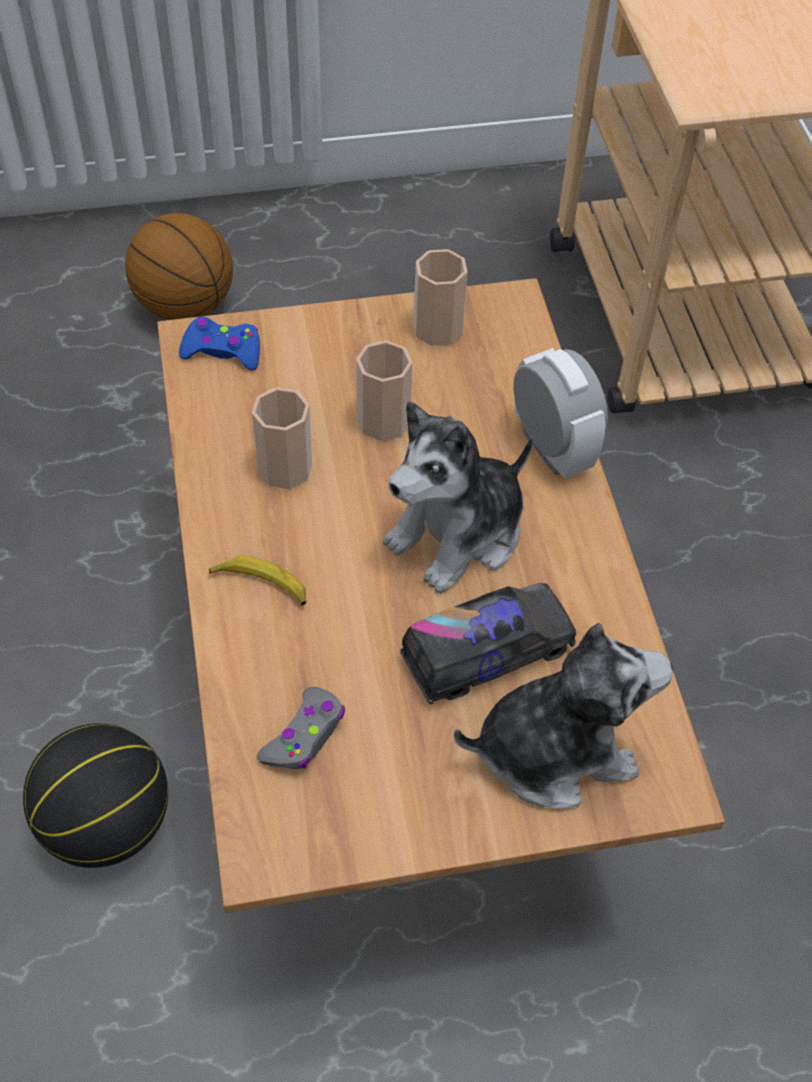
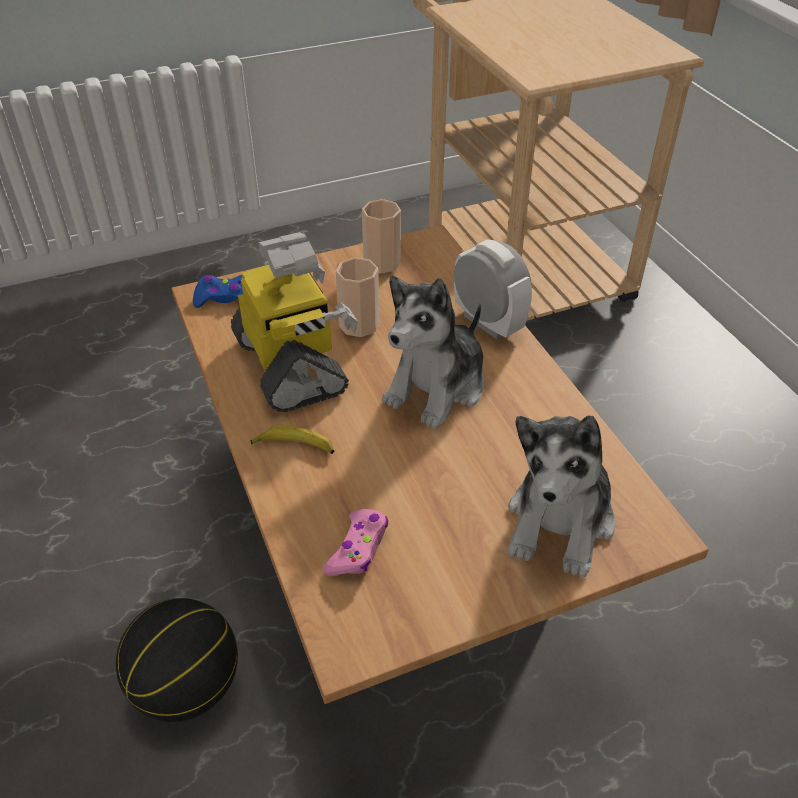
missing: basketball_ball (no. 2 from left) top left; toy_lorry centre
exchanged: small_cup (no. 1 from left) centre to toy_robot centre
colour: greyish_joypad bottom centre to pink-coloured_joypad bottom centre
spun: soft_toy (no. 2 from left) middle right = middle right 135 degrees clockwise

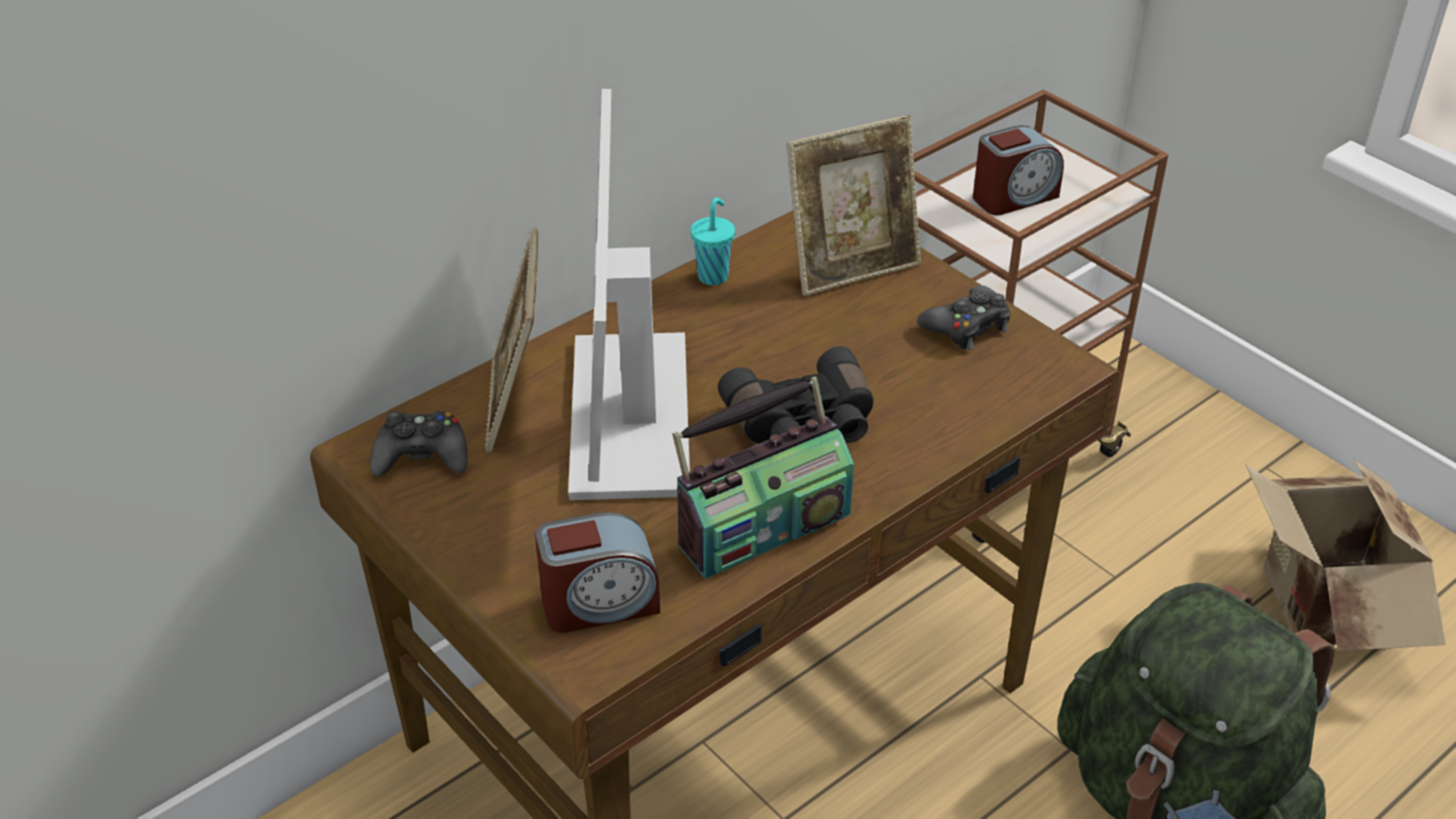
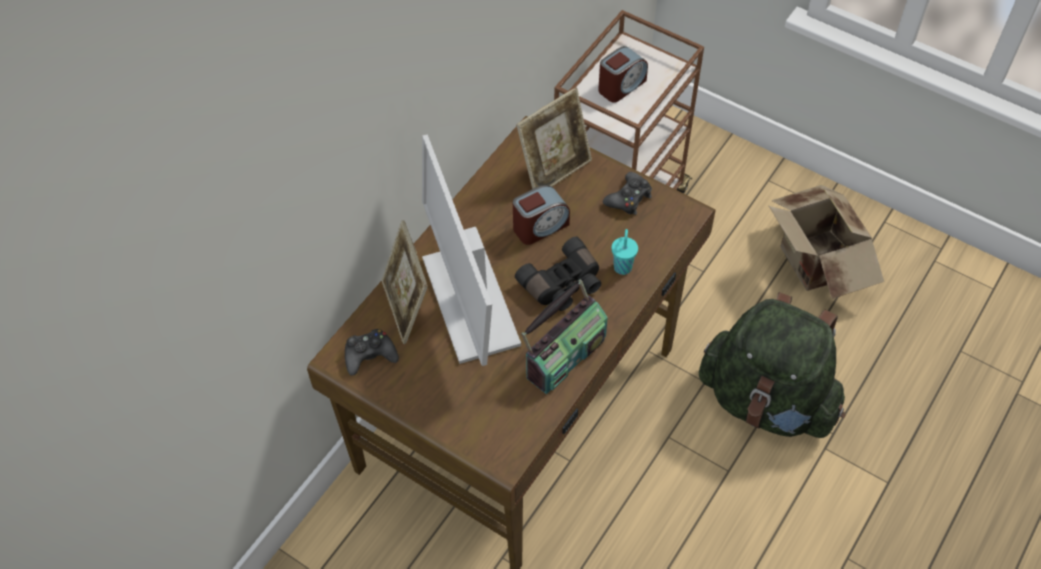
relocated: alarm_clock (no. 1 from left) bottom centre to centre; turquoise-coloured_small_cup top centre to centre

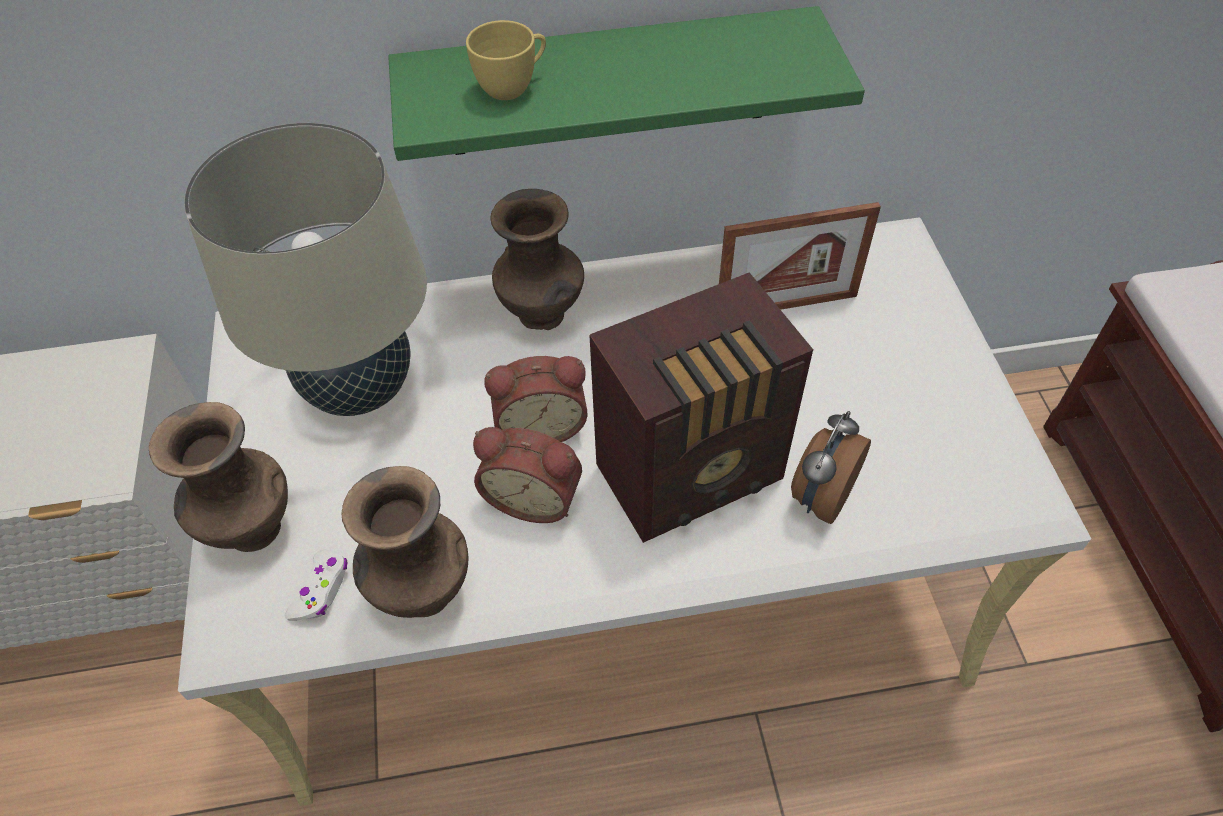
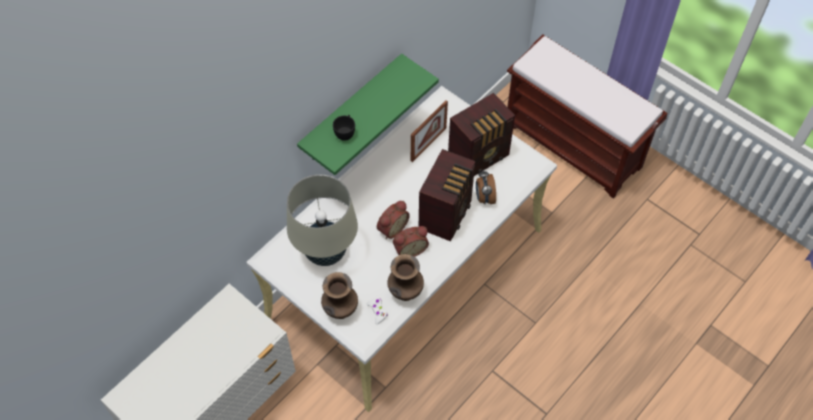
missing: brownish_flower_vase (no. 3 from left) top centre
appeared: radio_set (no. 2 from left) top centre
colour: yellow-coloured_small_cup top centre to black-coloured_small_cup top centre

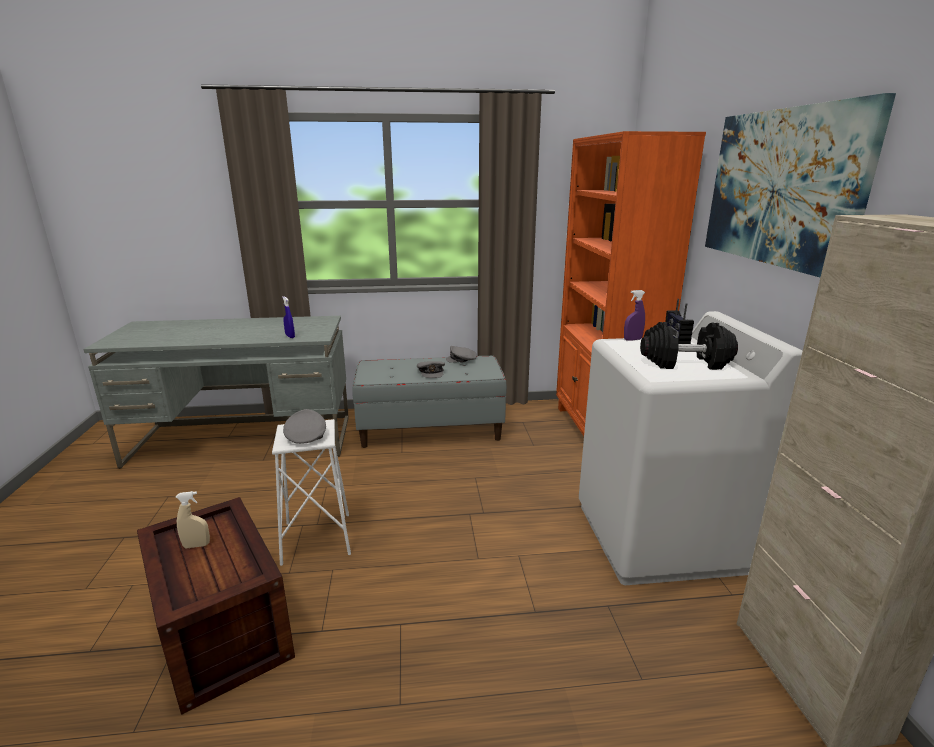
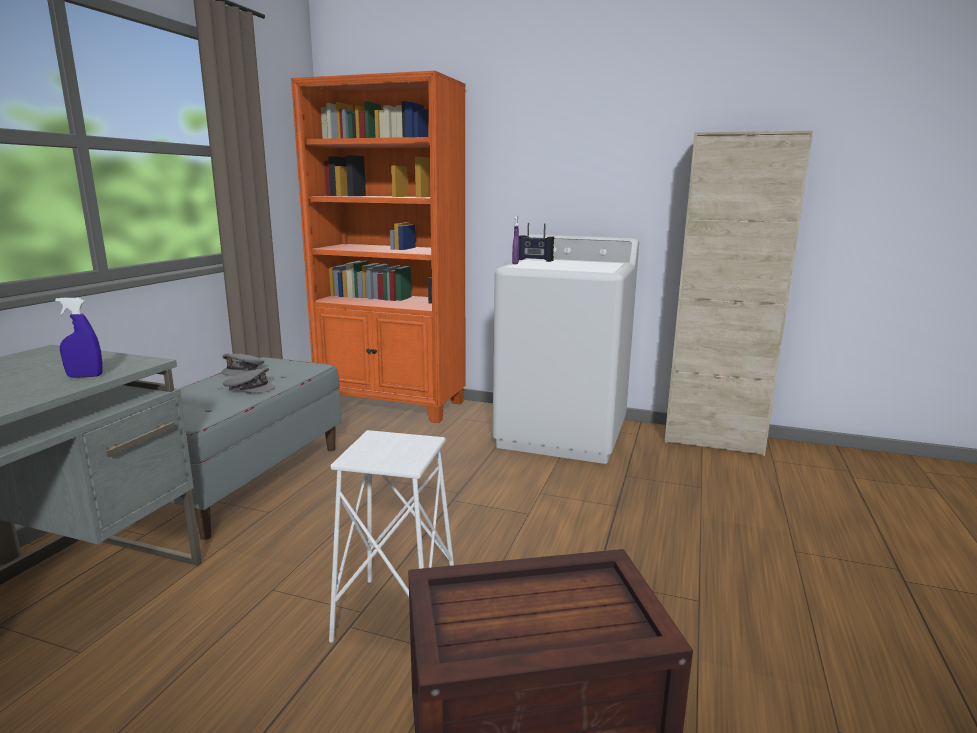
missing: sand-coloured_spray_bottle bottom left; greyish_cap (no. 1 from left) middle left; black-coloured_free_weight middle right; picture top right

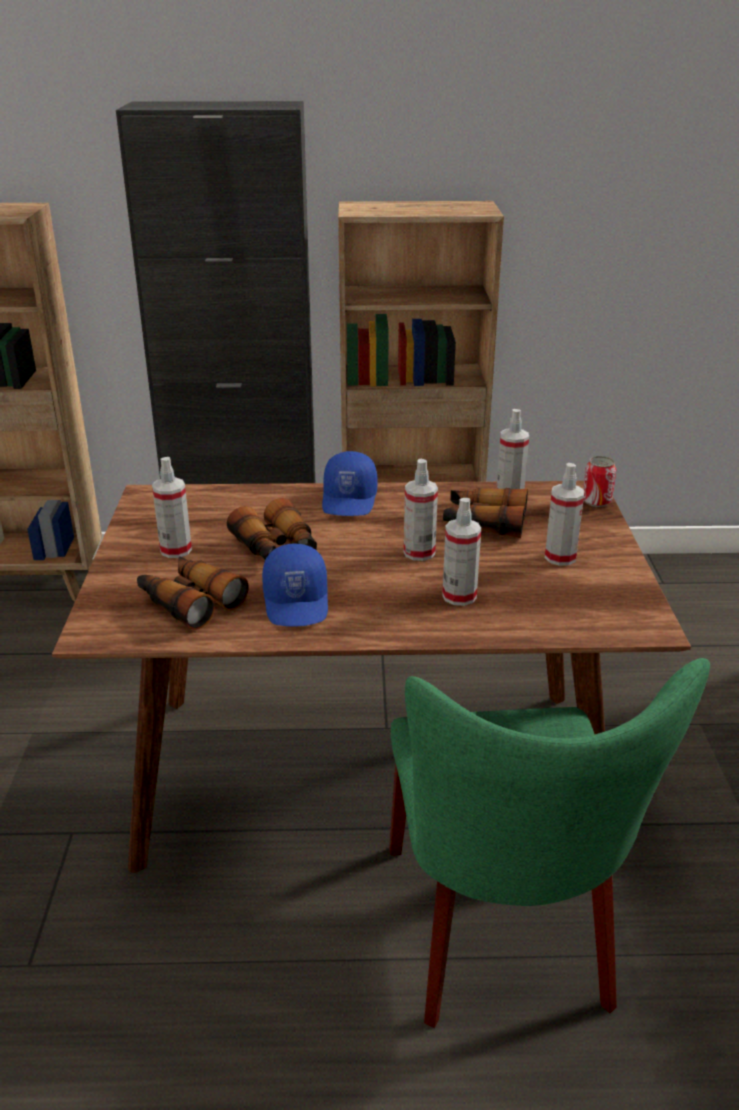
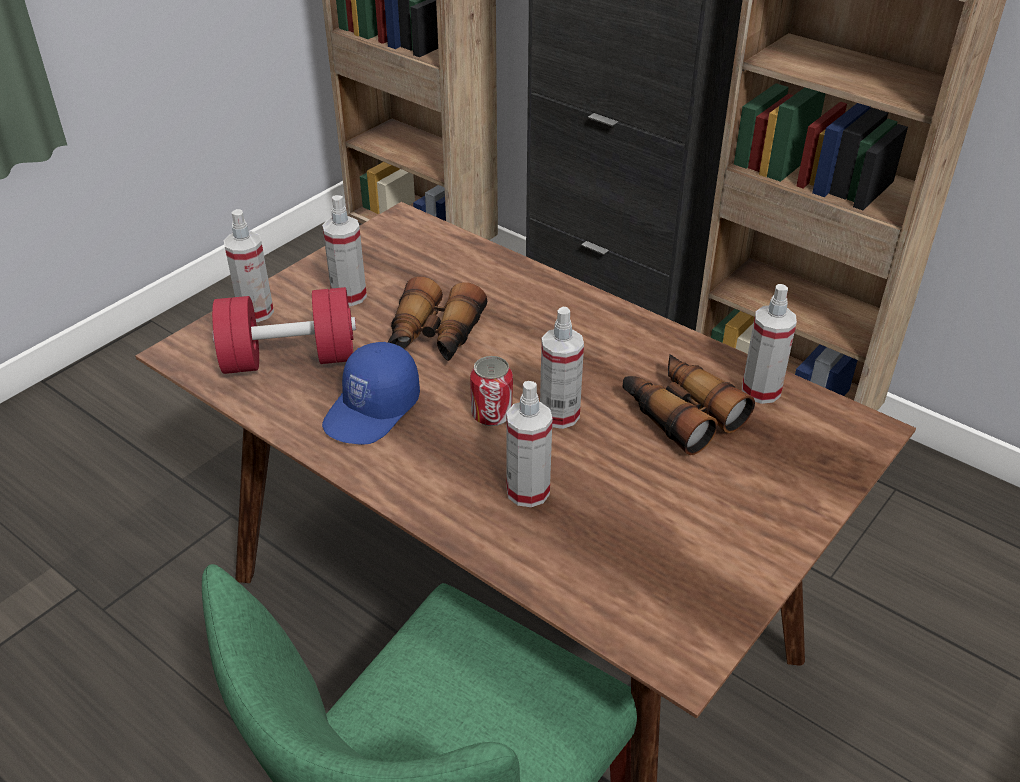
missing: bluish_cap (no. 2 from left) centre
relocated: spray_bottle (no. 5 from left in the first image) middle right to spray_bottle (no. 1 from left) middle left; metal_can middle right to centre
exchanged: field_glasses (no. 1 from left) middle left to reddish_free_weight middle left

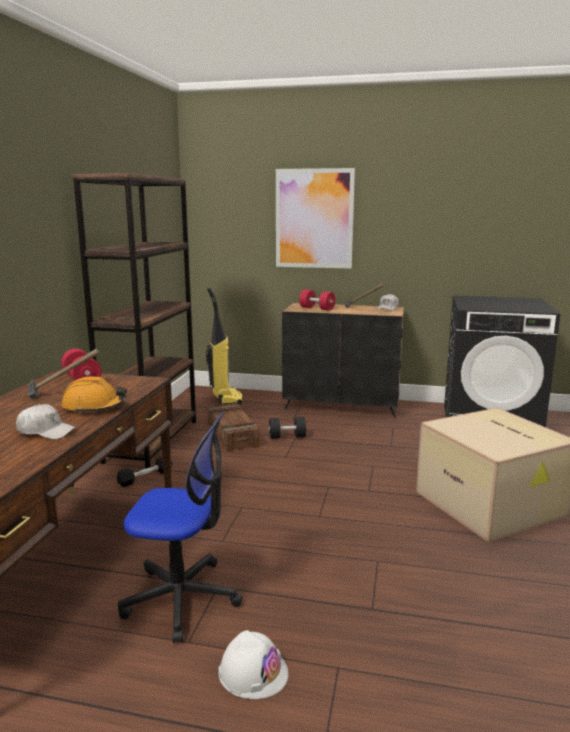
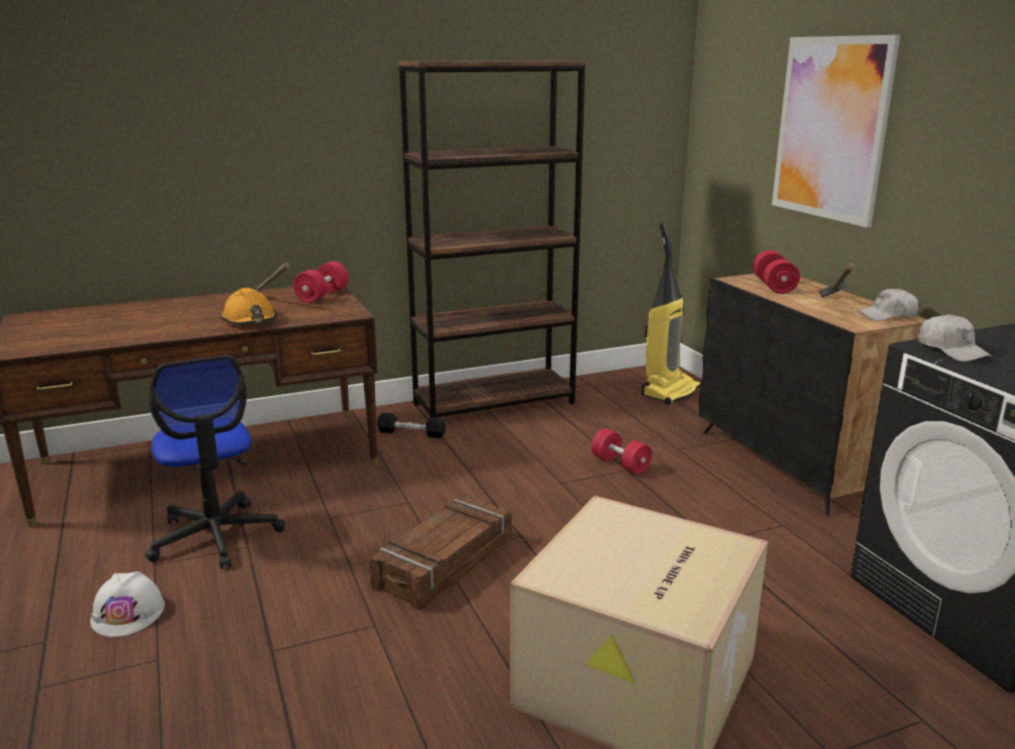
relocated: packing_crate centre to bottom centre; white_cap (no. 1 from left in the first image) middle left to white_cap (no. 2 from left) middle right
colour: black-coloured_free_weight (no. 2 from left) centre to reddish_free_weight (no. 2 from left) centre

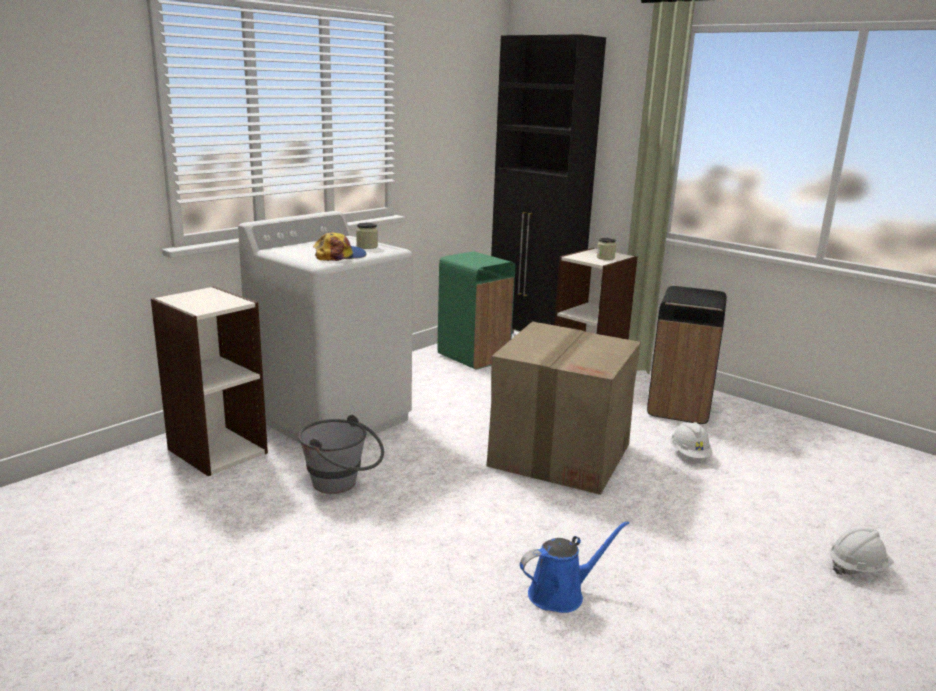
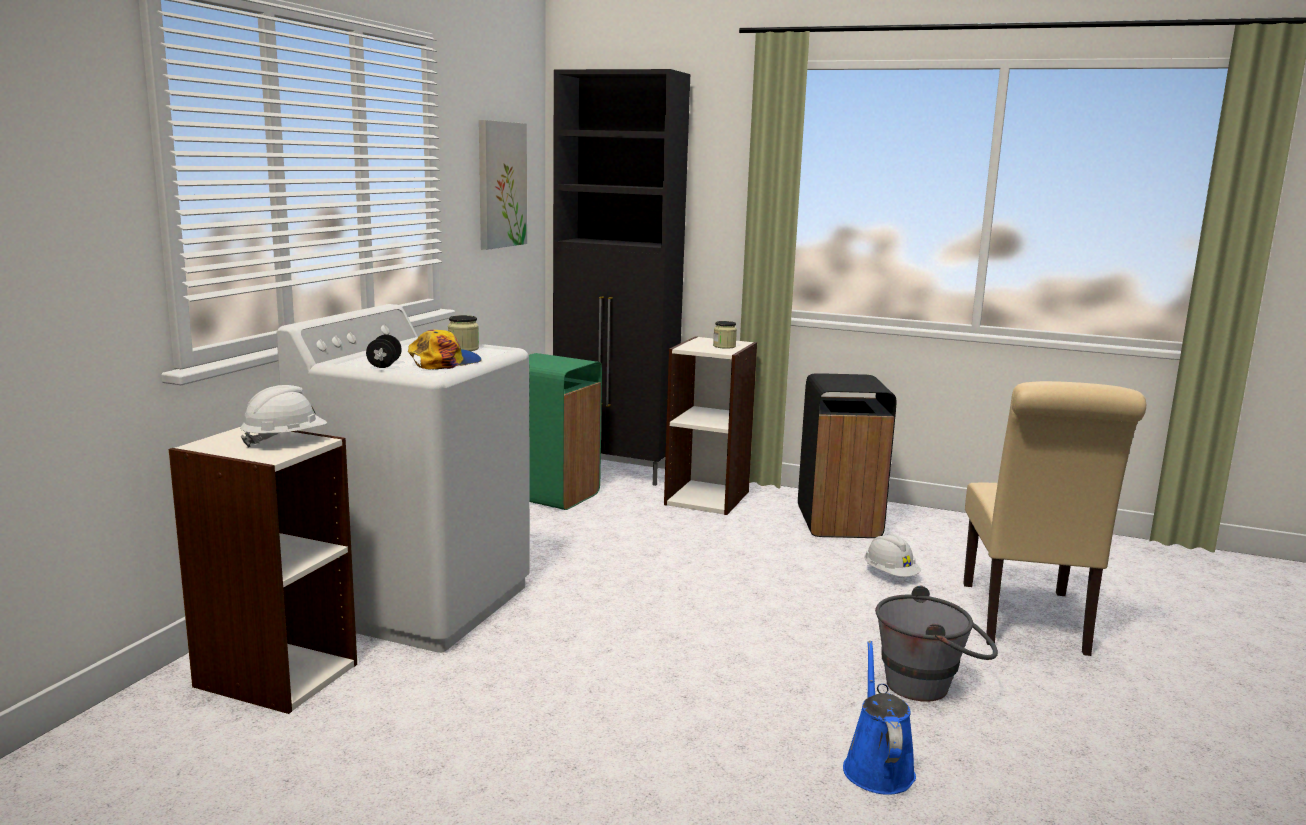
missing: cardboard_box centre
appeared: black-coloured_free_weight middle left; picture top centre; sand-coloured_upright_chair middle right
relocated: white_safety_helmet (no. 2 from left in the first image) bottom right to white_safety_helmet (no. 1 from left) middle left; greyish_bucket centre to bottom right
spun: bluish_watering_pot bottom centre = bottom right 45 degrees counterclockwise

